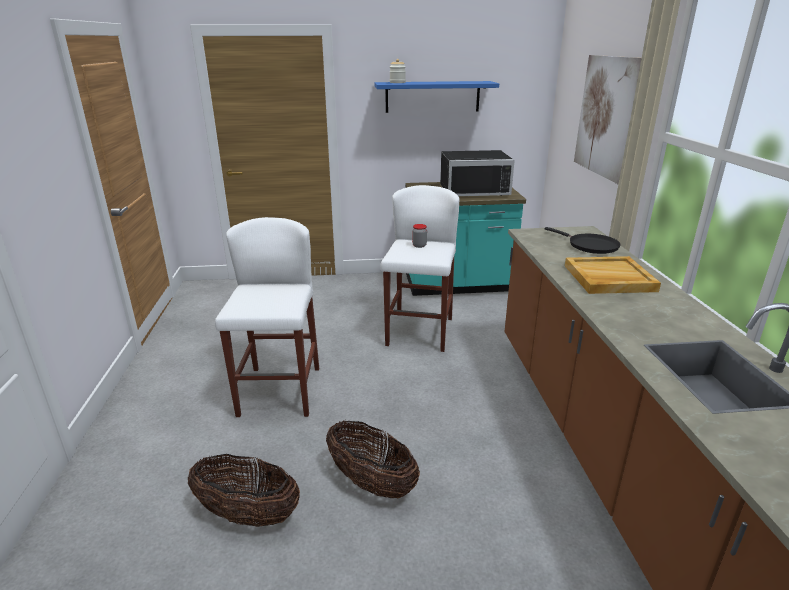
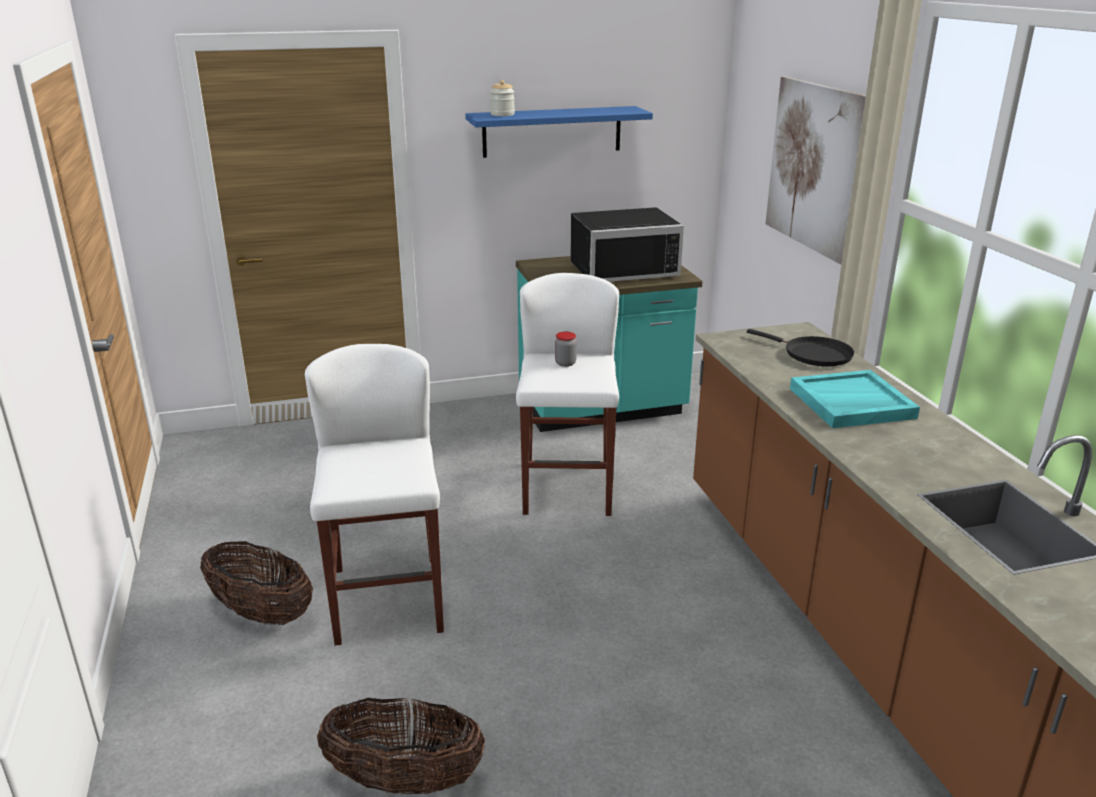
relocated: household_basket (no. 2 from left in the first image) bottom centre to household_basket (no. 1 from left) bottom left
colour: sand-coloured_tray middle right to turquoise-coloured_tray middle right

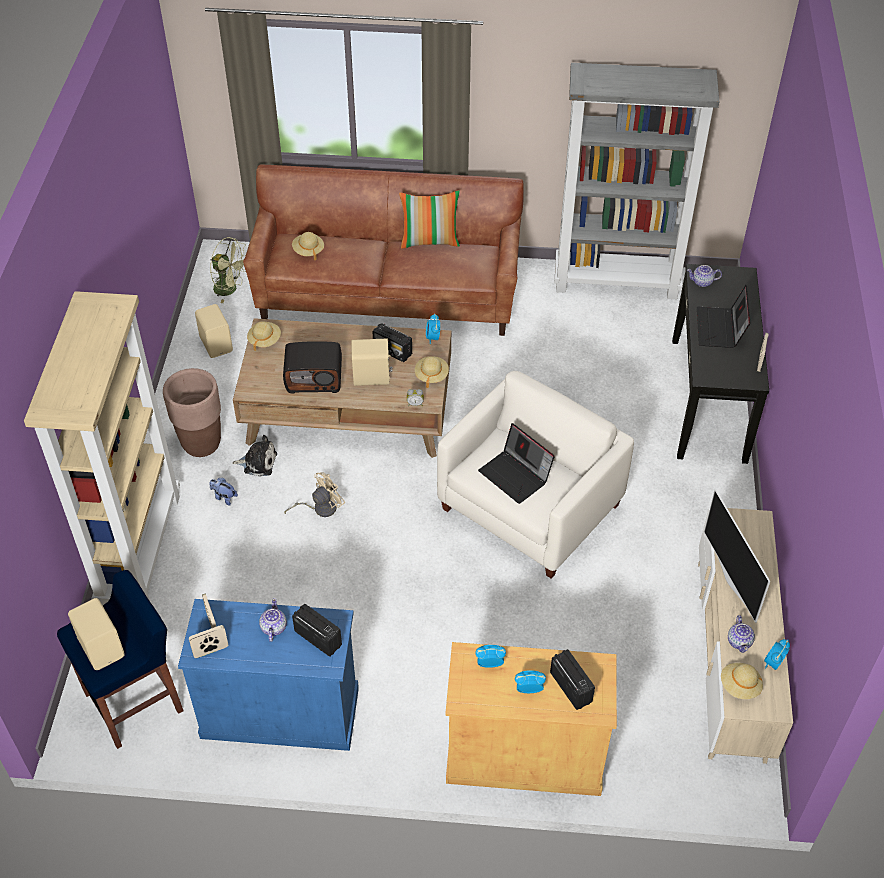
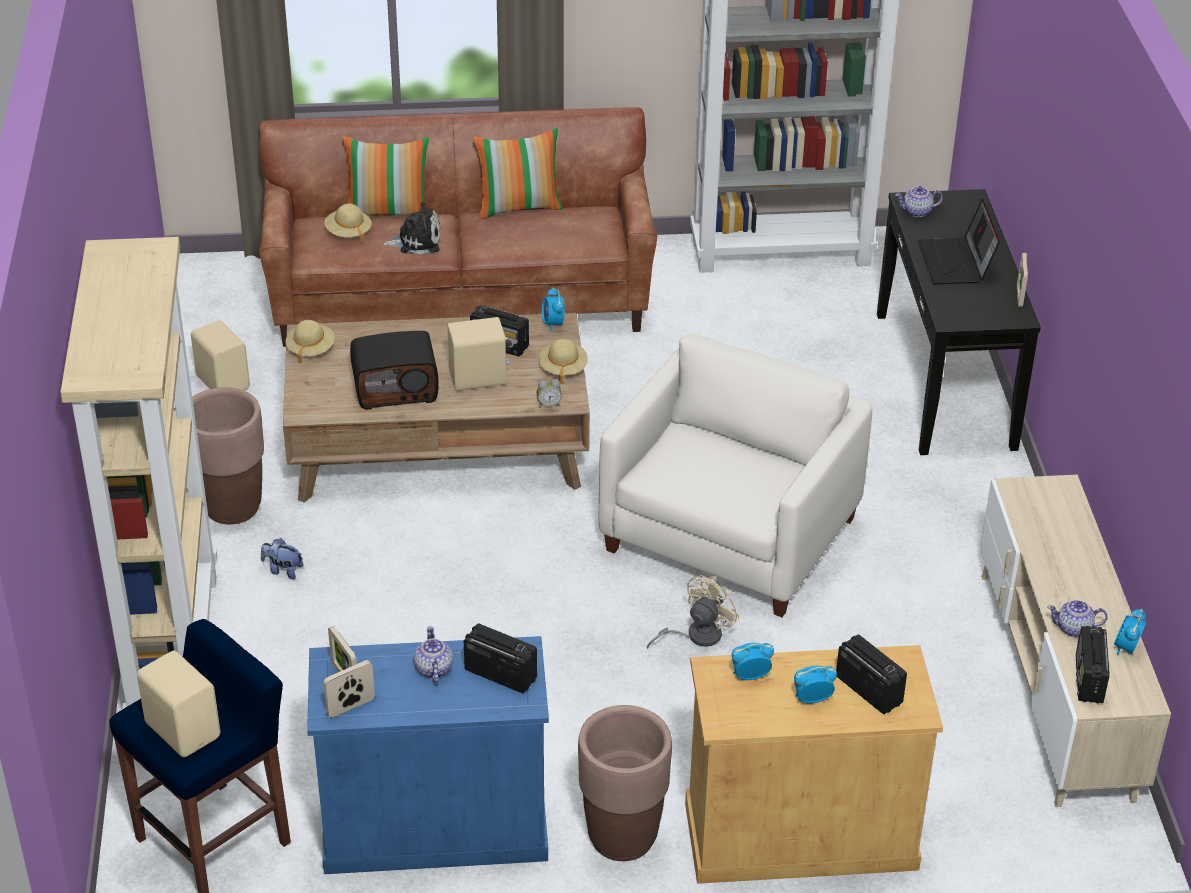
missing: greenish_fan top left; notebook_computer (no. 1 from left) centre; television middle right
appeared: cushion (no. 1 from left) top left; brownish_planter (no. 2 from left) bottom centre
relocated: soft_toy (no. 2 from left) middle left to top centre; sand-coloured_fan centre to bottom centre
exchanged: sand-coloured_wearable_hat (no. 4 from left) bottom right to radio_set (no. 5 from left) bottom right
spun: tea_pot (no. 3 from left) bottom right = bottom right 105 degrees clockwise

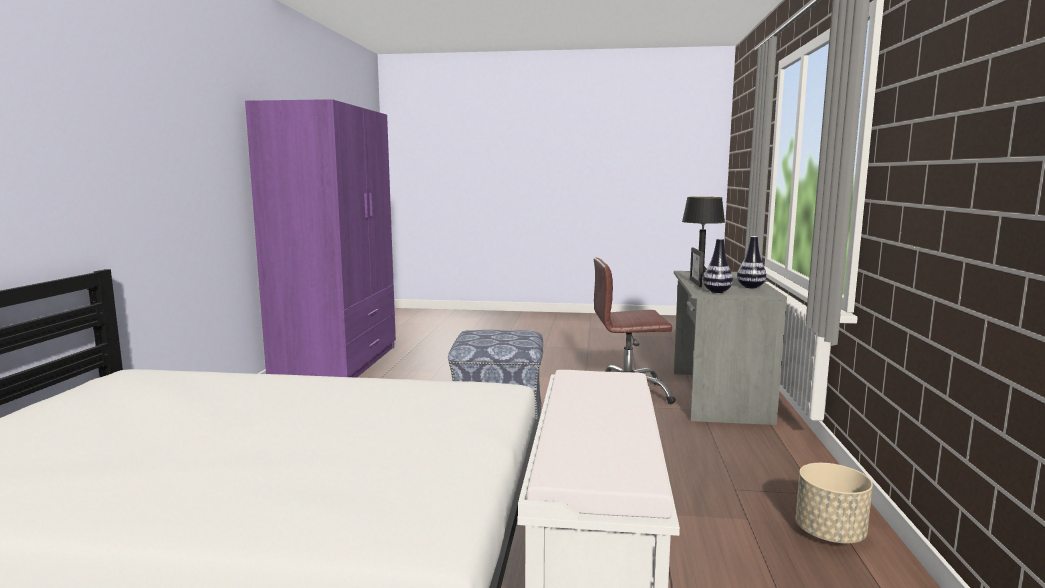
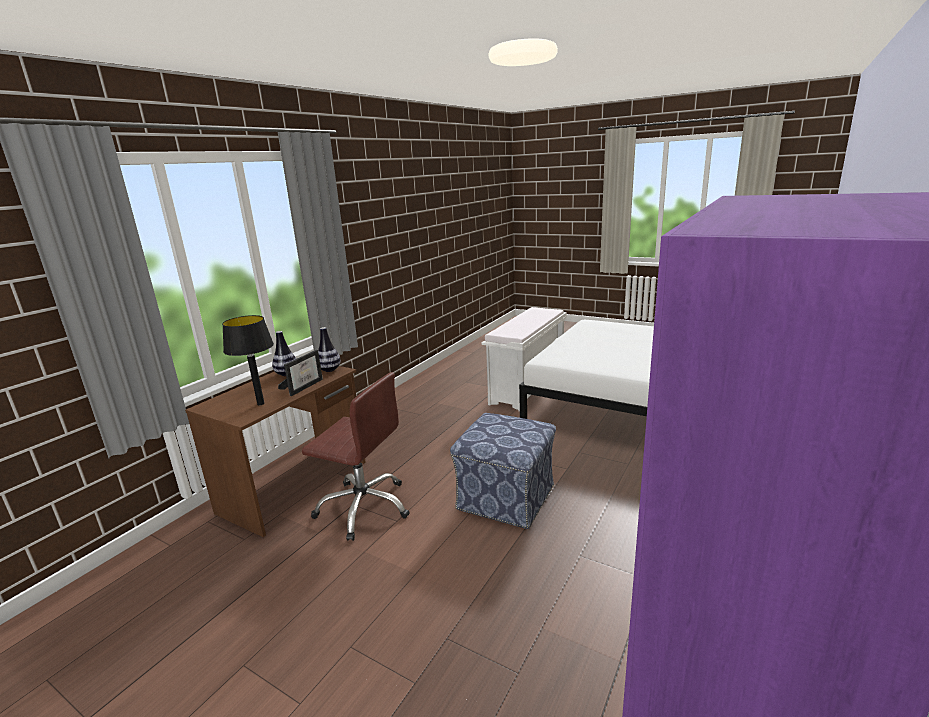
missing: sand-coloured_planter bottom right
colour: greyish_desk_table middle right to brownish_desk_table middle left

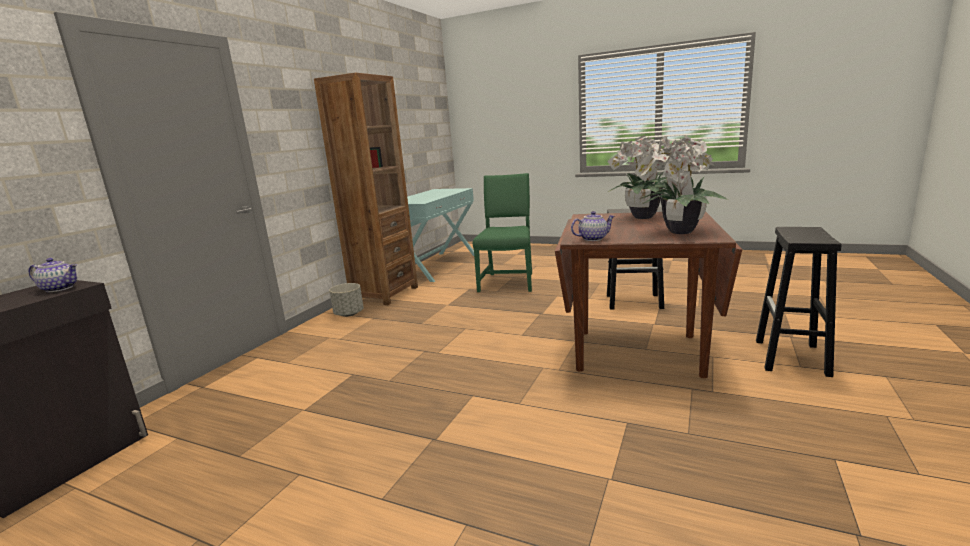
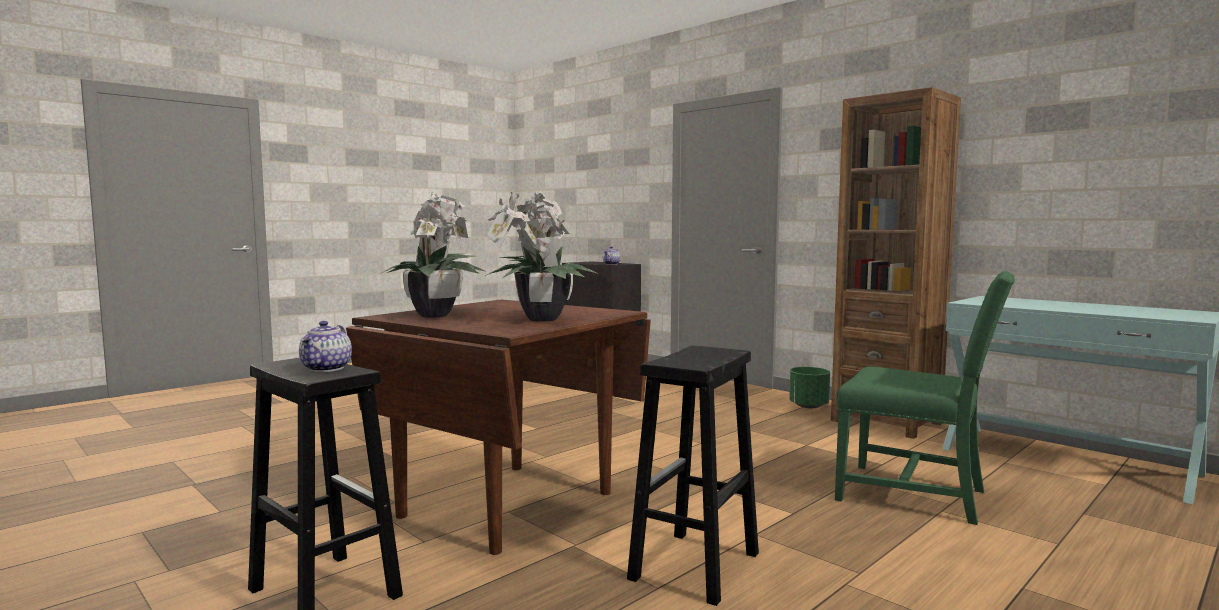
relocated: tea_pot (no. 2 from left in the first image) centre to tea_pot (no. 1 from left) middle left
colour: greyish_planter centre to greenish_planter centre

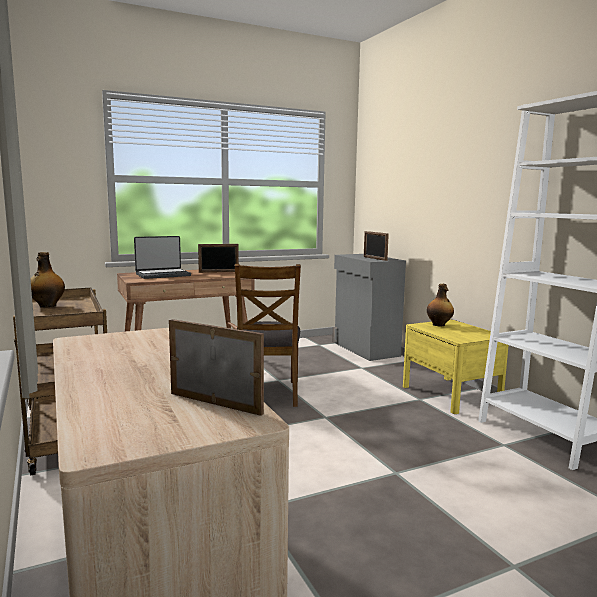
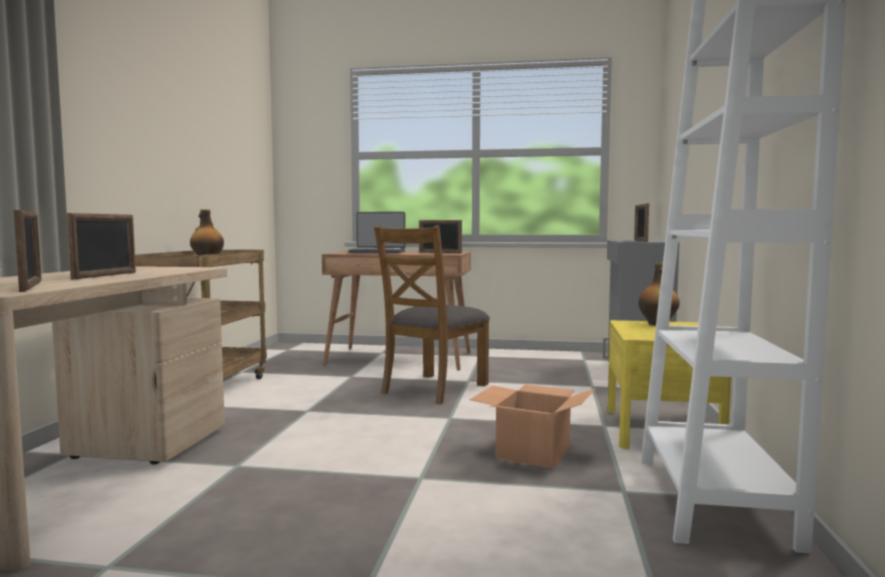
appeared: standing_frame (no. 2 from left) middle left; cardboard_box bottom centre

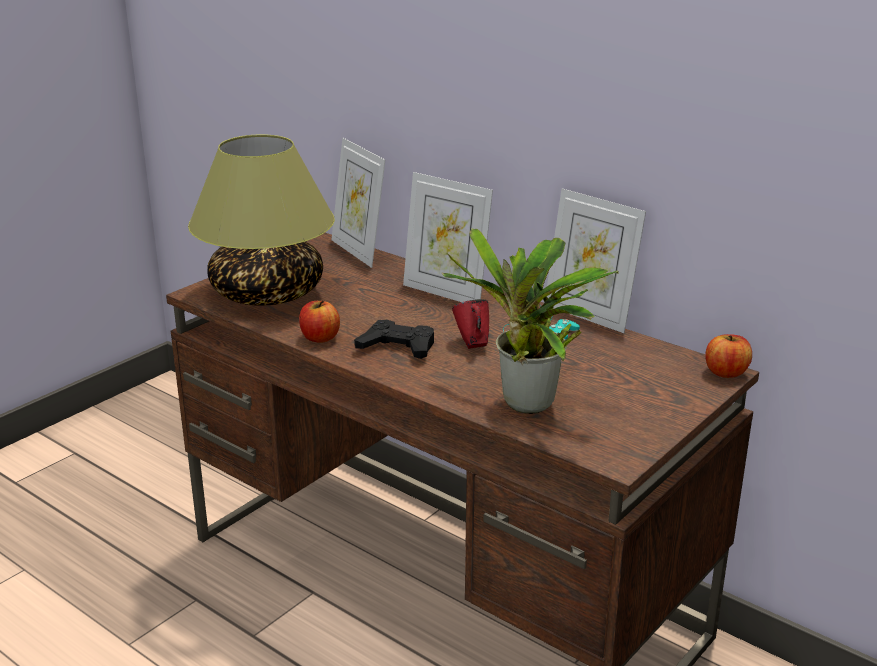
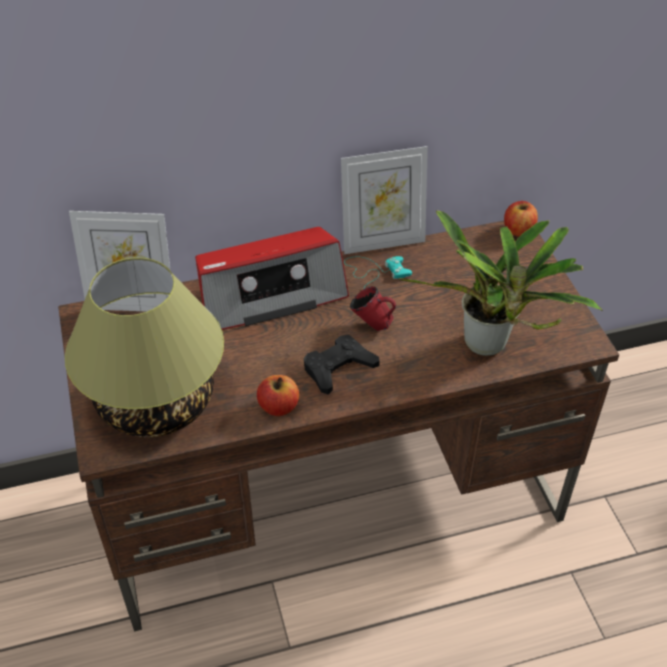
exchanged: standing_frame (no. 2 from left) centre to radio_set centre

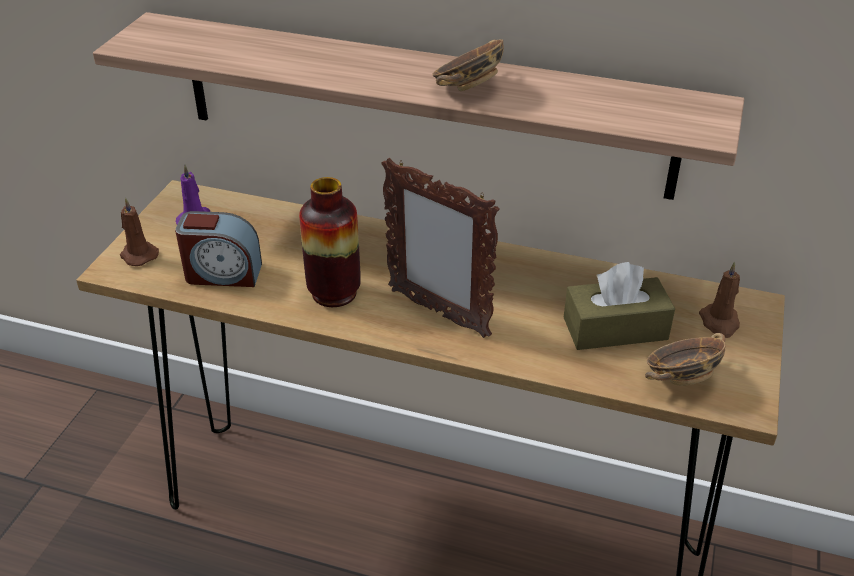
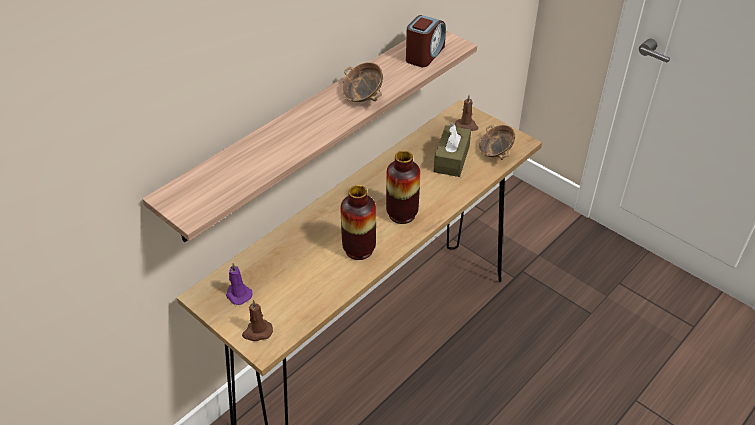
relocated: alarm_clock middle left to top centre
exchanged: standing_frame centre to flower_vase (no. 2 from left) centre

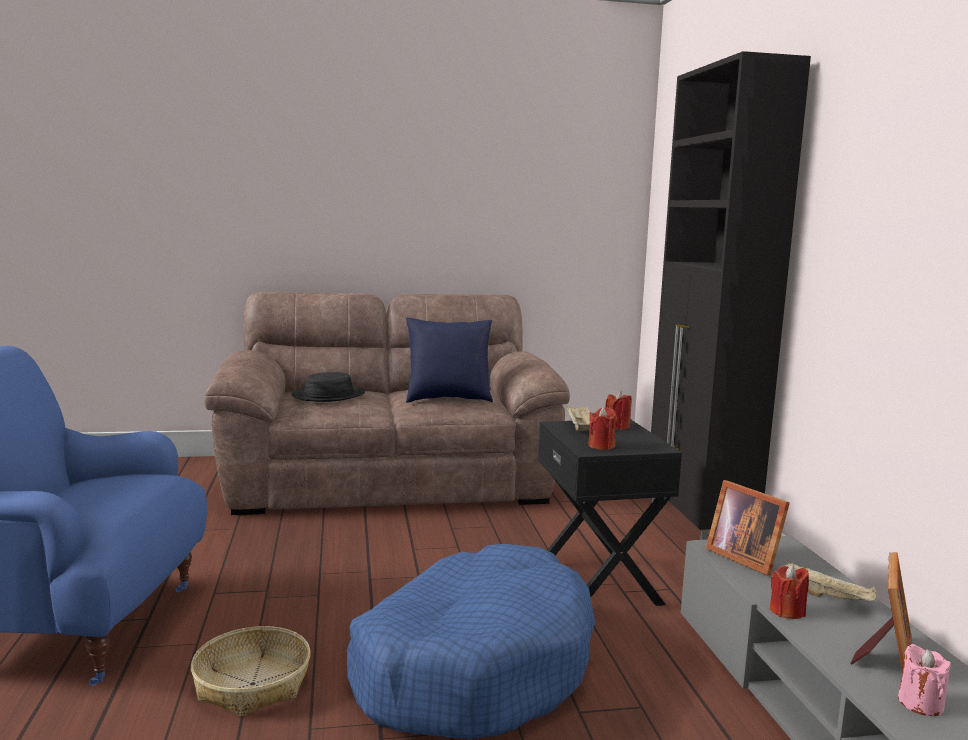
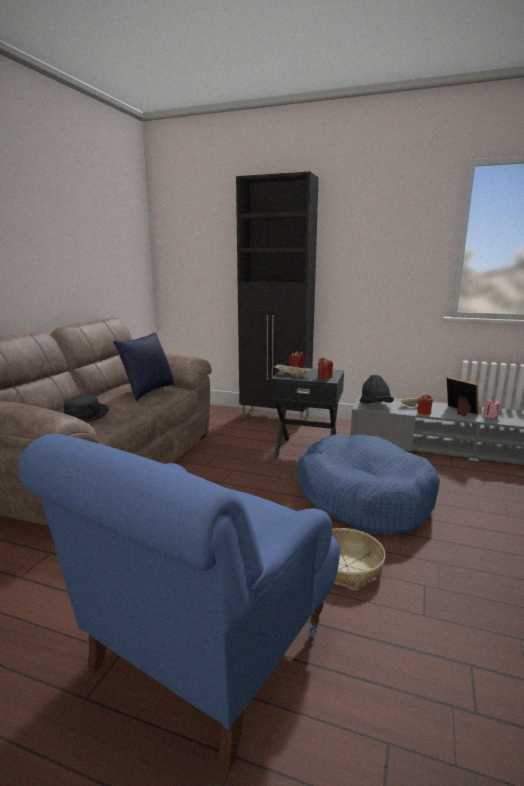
exchanged: standing_frame (no. 1 from left) bottom right to black-coloured_wearable_hat (no. 2 from left) middle right

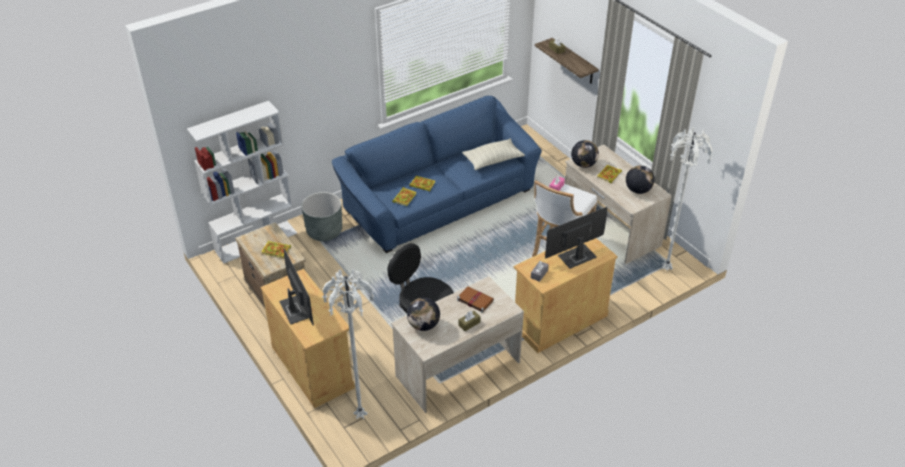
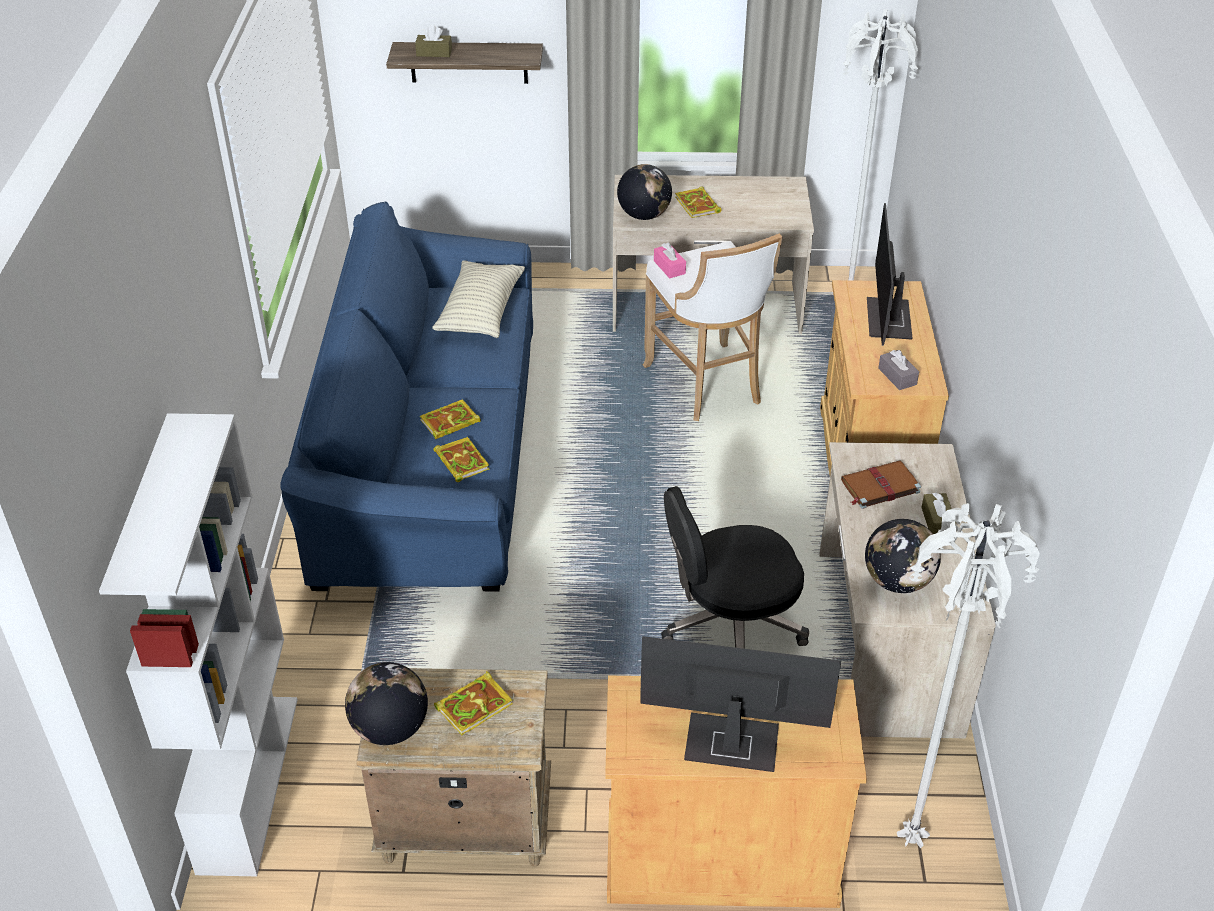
missing: greyish_planter centre
relocated: desk_globe (no. 3 from left in the first image) middle right to desk_globe (no. 1 from left) bottom left

